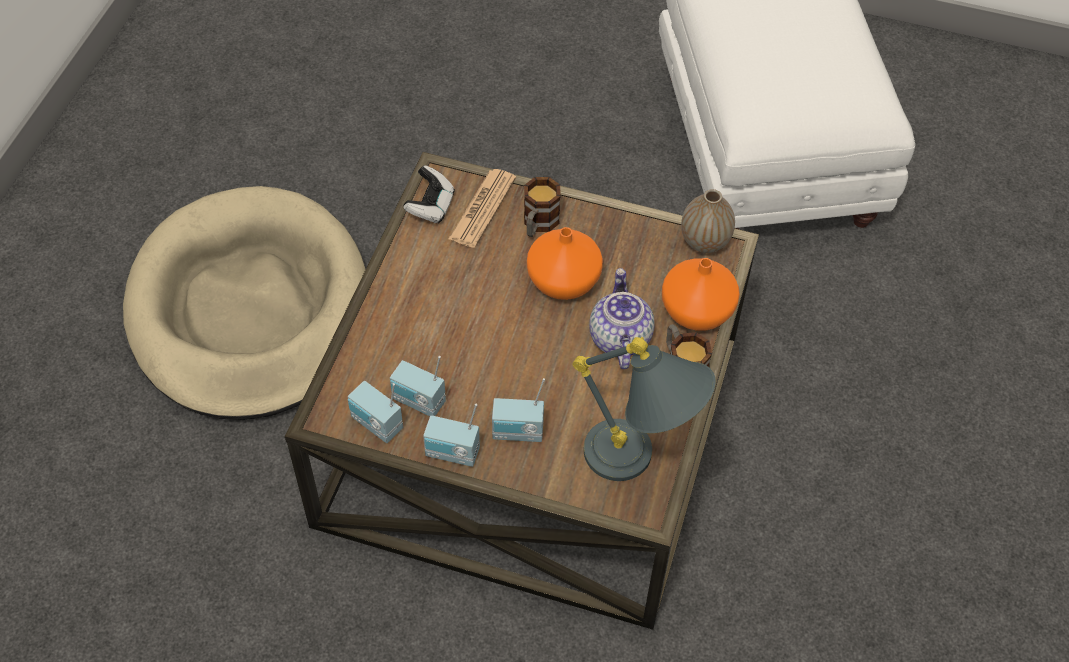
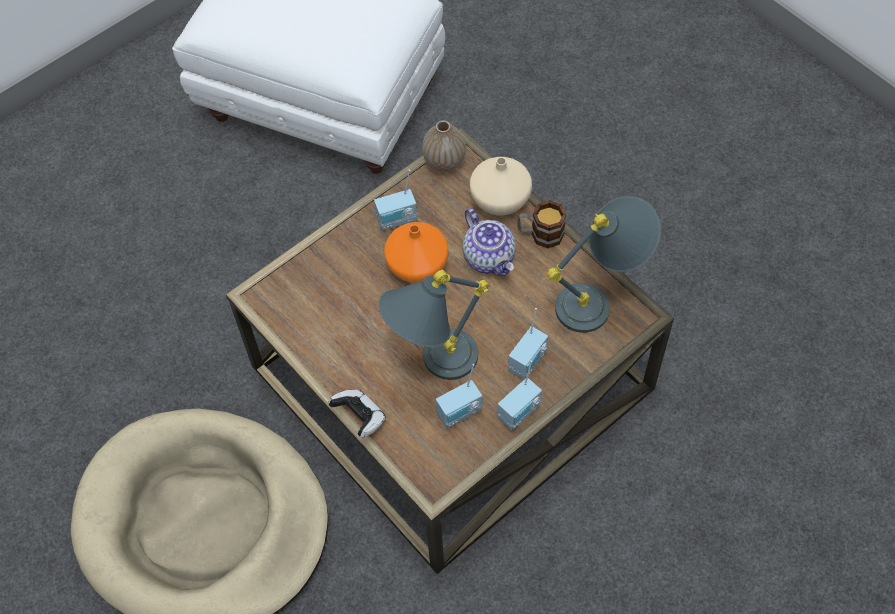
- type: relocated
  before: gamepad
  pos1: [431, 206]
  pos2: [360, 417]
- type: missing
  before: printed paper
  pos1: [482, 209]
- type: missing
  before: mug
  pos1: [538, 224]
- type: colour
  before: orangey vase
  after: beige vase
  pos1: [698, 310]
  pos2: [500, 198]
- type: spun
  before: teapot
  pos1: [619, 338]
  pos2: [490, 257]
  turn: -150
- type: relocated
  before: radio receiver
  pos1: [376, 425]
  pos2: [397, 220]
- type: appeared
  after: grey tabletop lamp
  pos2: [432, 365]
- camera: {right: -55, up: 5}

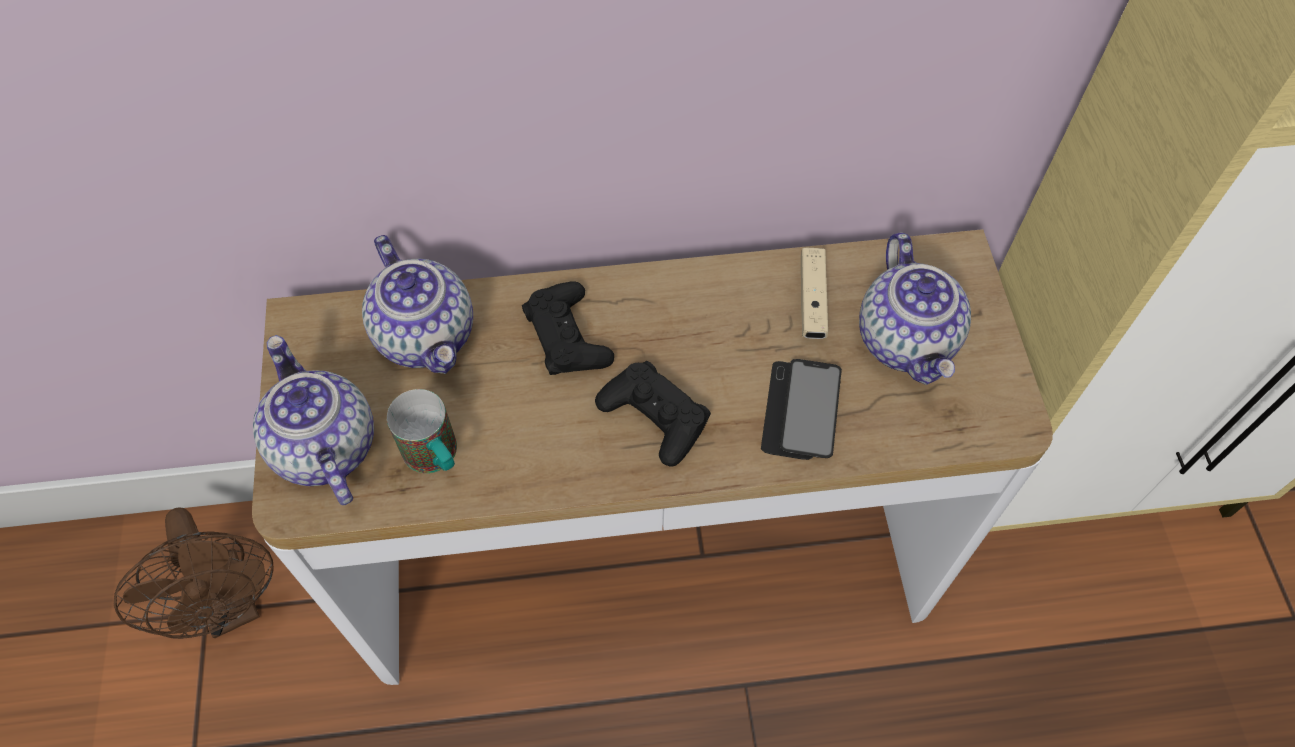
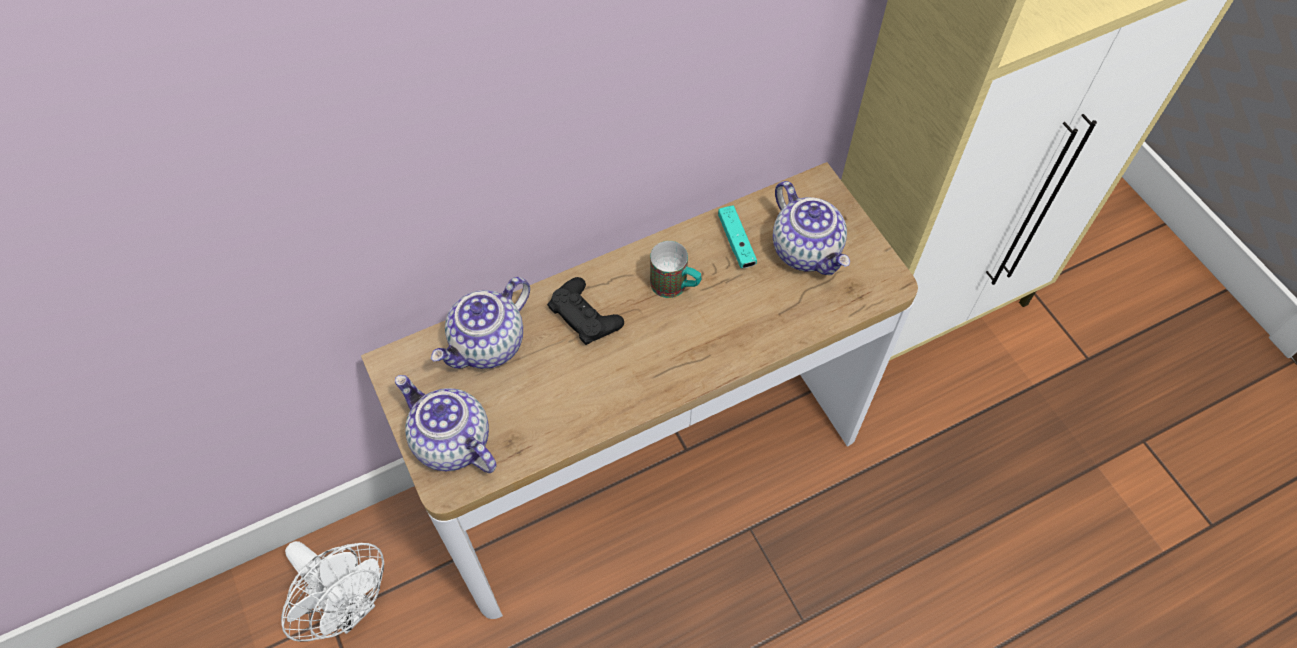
- type: spun
  before: teapot
  pos1: [427, 335]
  pos2: [488, 345]
  turn: 90
- type: colour
  before: beige gamepad
  after: turquoise-coloured gamepad
  pos1: [812, 300]
  pos2: [736, 242]
- type: missing
  before: phone
  pos1: [801, 411]
- type: missing
  before: blackish gamepad
  pos1: [654, 416]
- type: relocated
  before: mug
  pos1: [436, 458]
  pos2: [675, 286]
- type: colour
  before: brown cooling fan
  after: white cooling fan
  pos1: [232, 606]
  pos2: [349, 606]
- camera: {right: -20, up: 0}

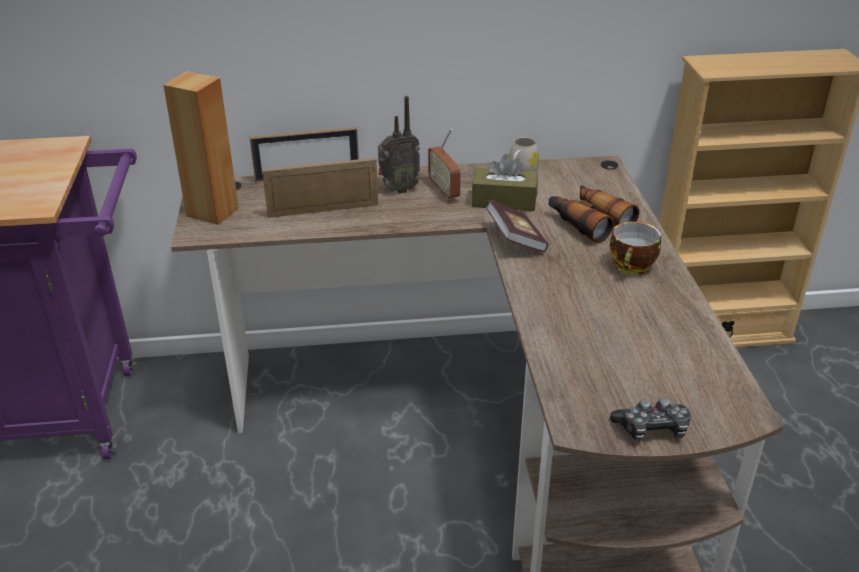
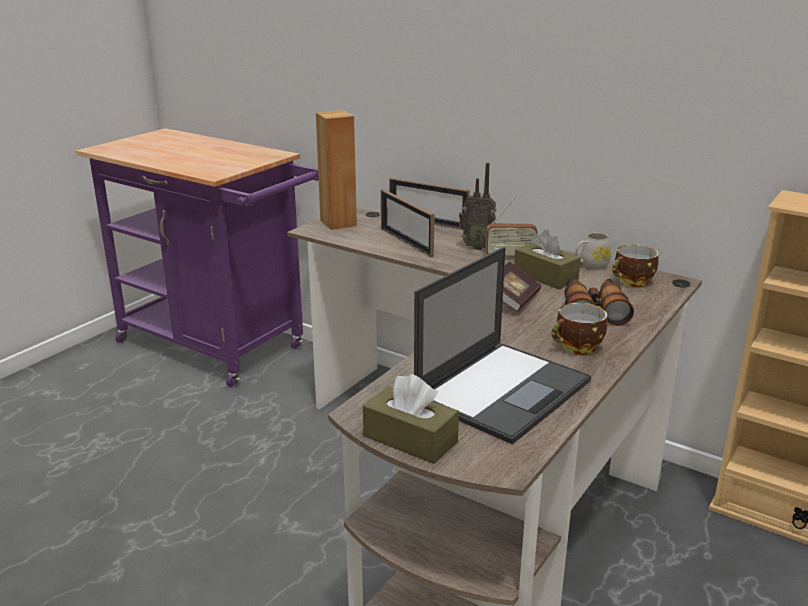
- type: spun
  before: radio receiver
  pos1: [444, 190]
  pos2: [510, 257]
  turn: -105
- type: spun
  before: photo frame
  pos1: [323, 210]
  pos2: [406, 242]
  turn: -150
- type: exchanged
  before: gamepad
  after: brown tissue box
  pos1: [652, 429]
  pos2: [410, 439]
- type: appeared
  after: cup
  pos2: [632, 282]
- type: appeared
  after: laptop
  pos2: [503, 389]
- camera: {right: 40, up: -10}

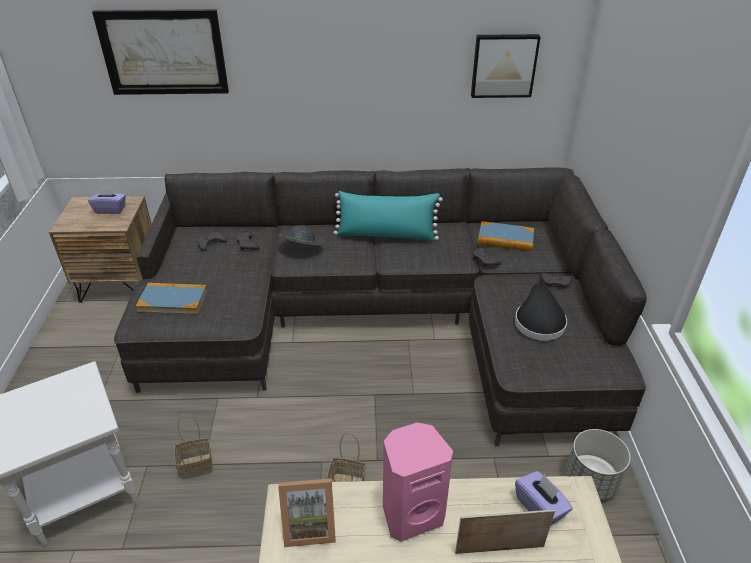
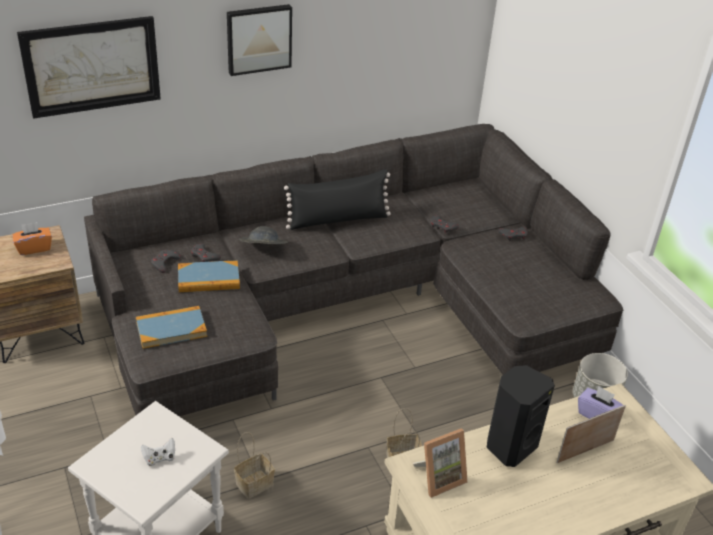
- type: relocated
  before: wall art
  pos1: [503, 65]
  pos2: [258, 38]
- type: colour
  before: purplish tissue box
  after: orangey tissue box
  pos1: [110, 209]
  pos2: [34, 248]
- type: colour
  before: turquoise-coloured pillow
  after: blackish pillow
  pos1: [386, 235]
  pos2: [338, 220]
- type: relocated
  before: bound book
  pos1: [505, 239]
  pos2: [208, 279]
- type: missing
  before: blackish hat
  pos1: [538, 321]
- type: colour
  before: pink-coloured loudspeaker
  after: blackish loudspeaker
  pos1: [411, 513]
  pos2: [509, 446]
- type: appeared
  after: white gamepad
  pos2: [159, 458]
- camera: {right: -25, up: 0}

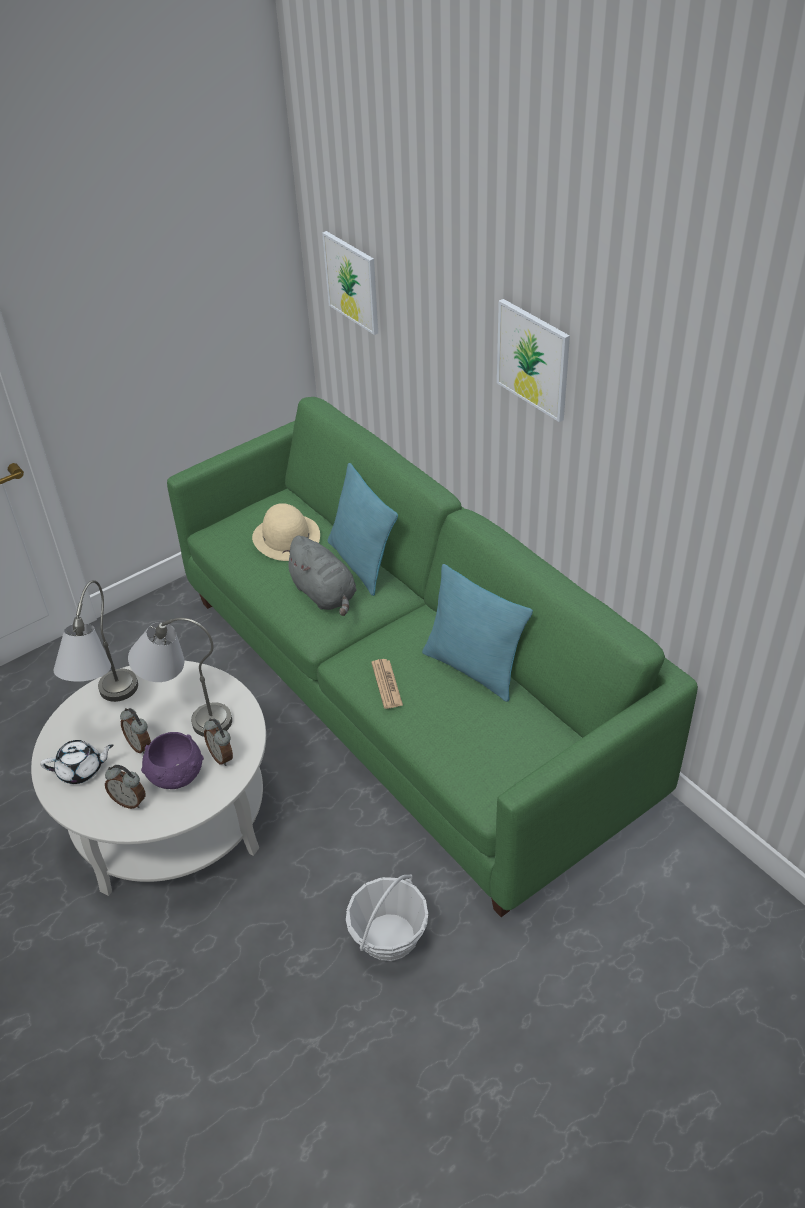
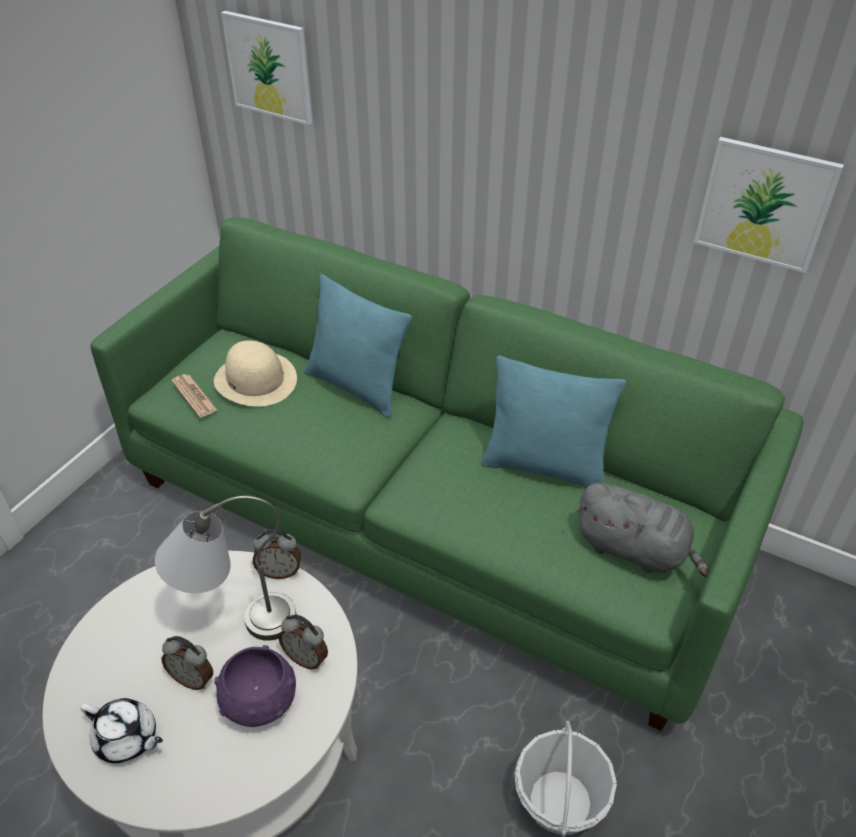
- type: relocated
  before: wall art
  pos1: [533, 359]
  pos2: [764, 204]
- type: relocated
  before: grey plush toy
  pos1: [325, 594]
  pos2: [635, 550]
- type: missing
  before: grey tabletop lamp
  pos1: [107, 707]
- type: relocated
  before: printed paper
  pos1: [387, 684]
  pos2: [194, 396]
- type: spun
  before: white teapot
  pos1: [81, 770]
  pos2: [127, 739]
  turn: 60
- type: relocated
  before: bedside clock
  pos1: [130, 801]
  pos2: [280, 571]
- camera: {right: -25, up: 0}

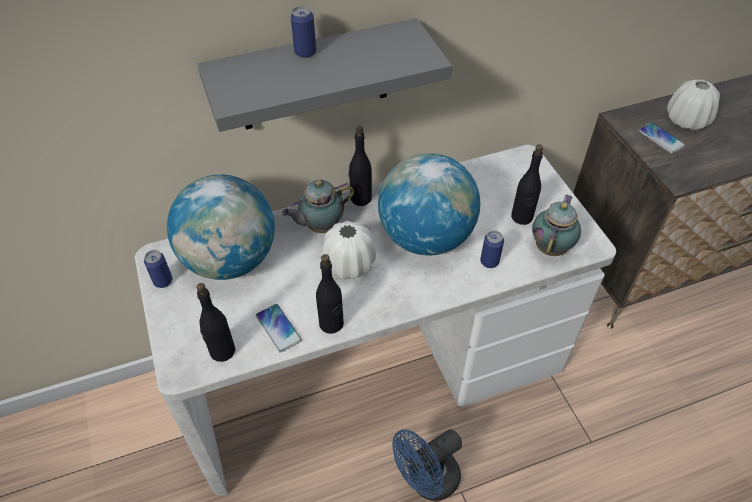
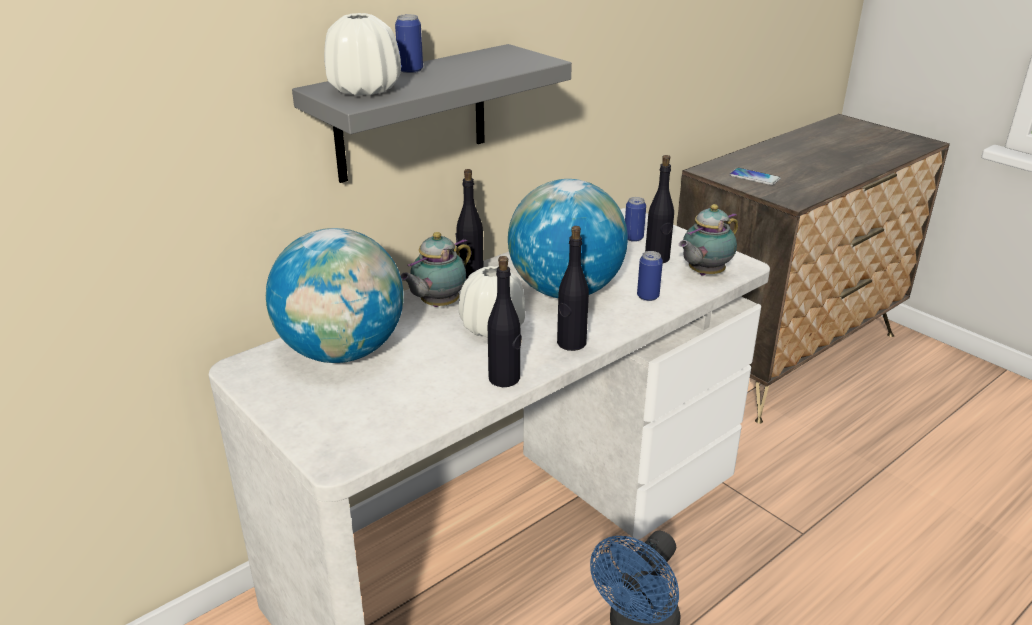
- type: relocated
  before: white vase
  pos1: [686, 121]
  pos2: [364, 90]
- type: spun
  before: teapot
  pos1: [551, 247]
  pos2: [703, 274]
  turn: -135
- type: relocated
  before: can
  pos1: [163, 281]
  pos2: [633, 238]
- type: relocated
  before: blackish drink bottle
  pos1: [222, 351]
  pos2: [571, 343]
- type: missing
  before: phone
  pos1: [278, 328]
- camera: {right: -20, up: -20}

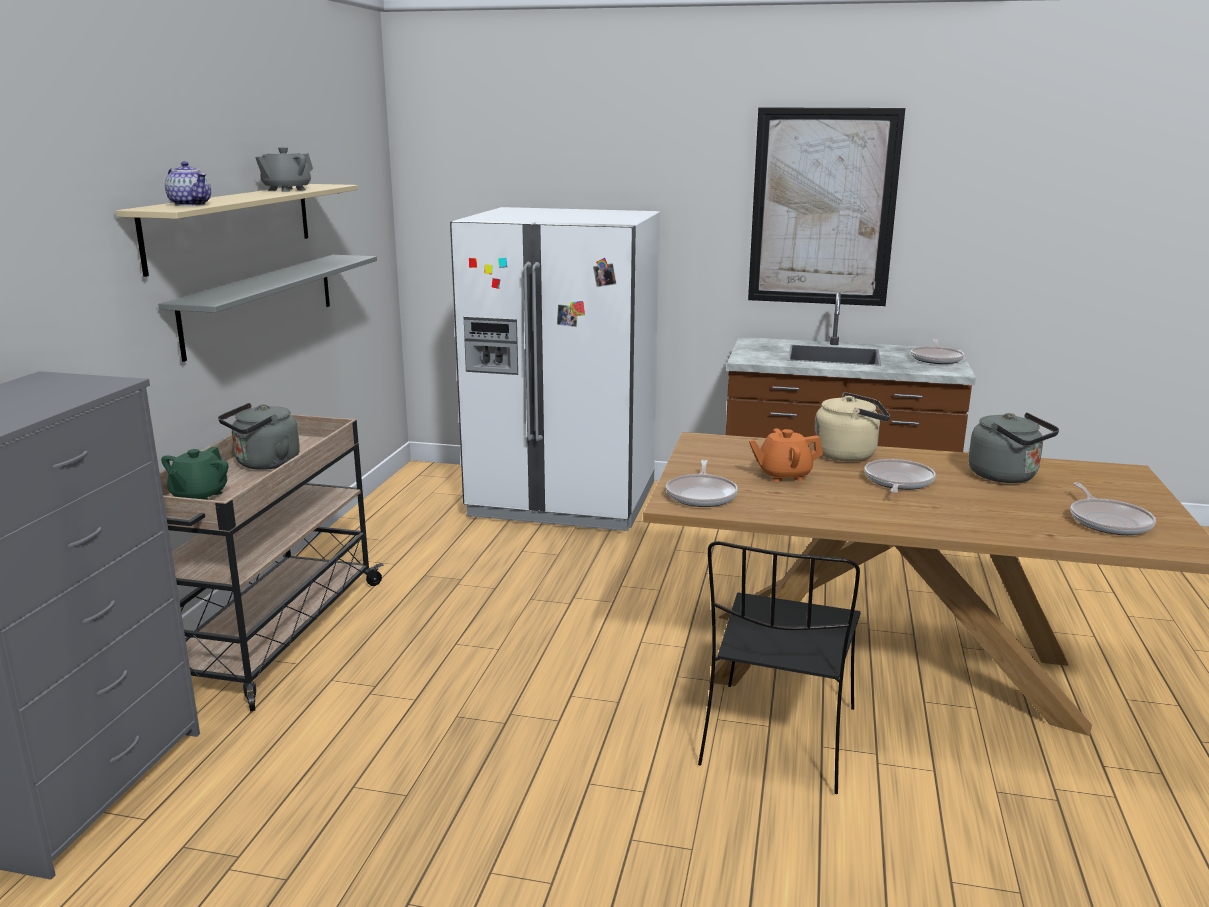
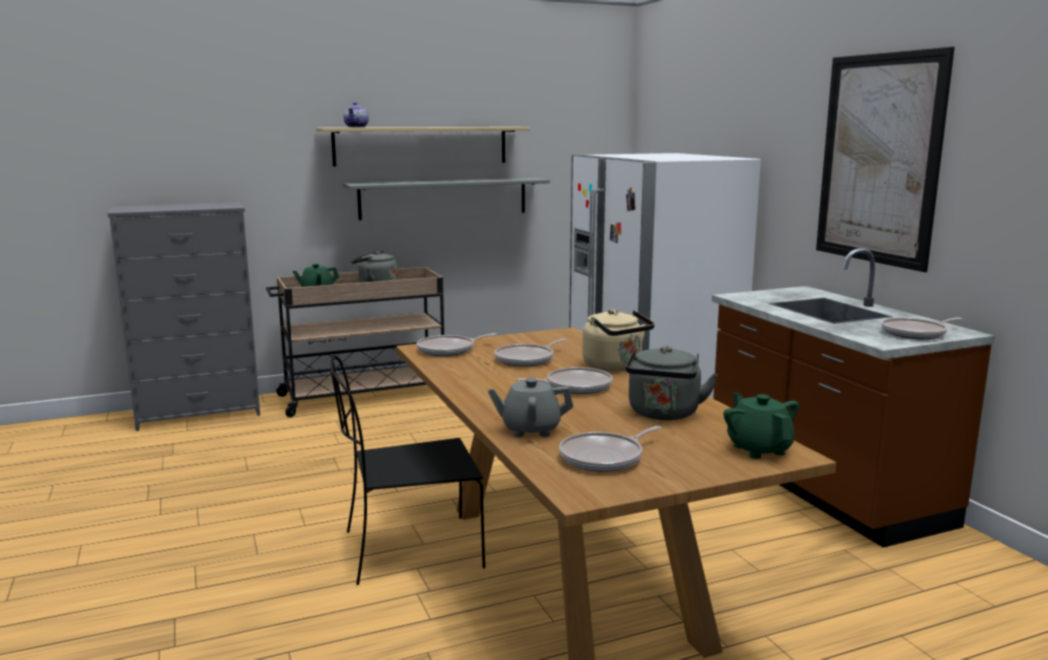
- type: relocated
  before: grey teapot
  pos1: [286, 190]
  pos2: [530, 430]
- type: exchanged
  before: orangey teapot
  after: skillet
  pos1: [783, 475]
  pos2: [527, 359]
- type: appeared
  after: green-coloured teapot
  pos2: [758, 449]
- camera: {right: 55, up: -5}

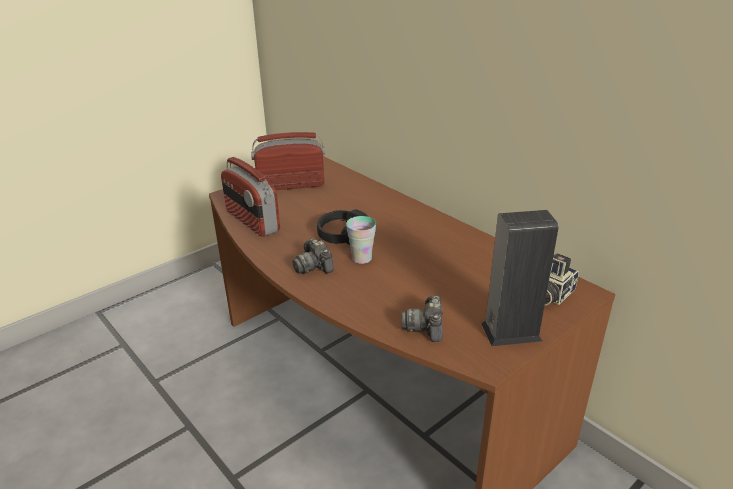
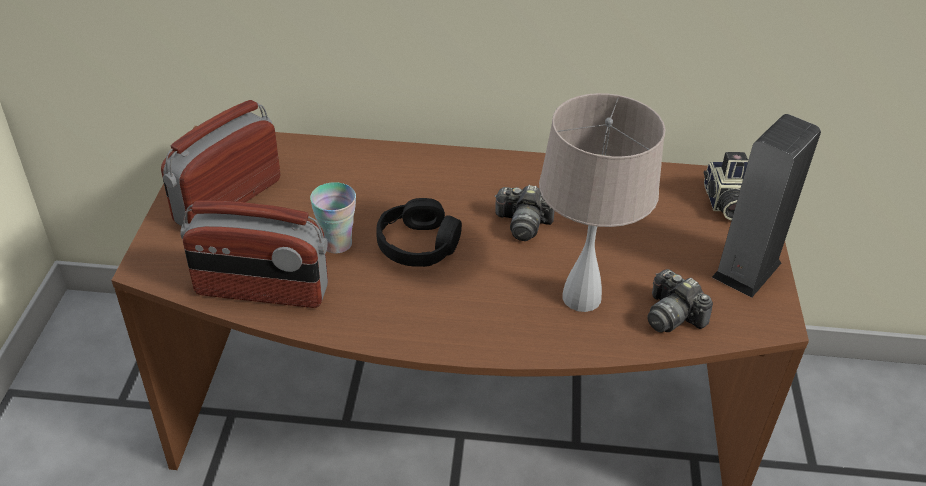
- type: relocated
  before: cup
  pos1: [361, 258]
  pos2: [337, 244]
- type: relocated
  before: still camera
  pos1: [313, 267]
  pos2: [523, 224]
- type: appeared
  after: beige tabletop lamp
  pos2: [582, 297]
- camera: {right: -45, up: 10}

